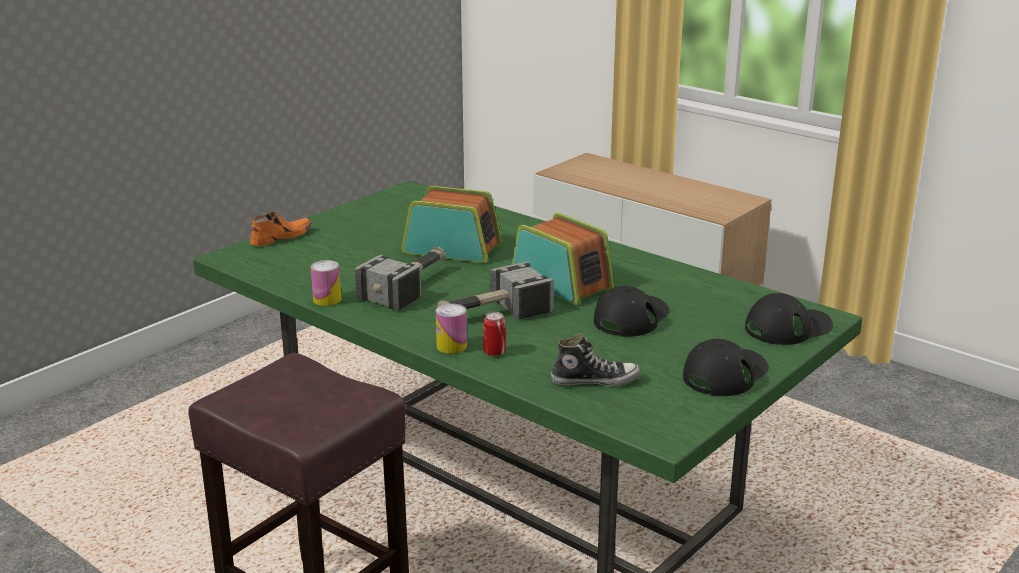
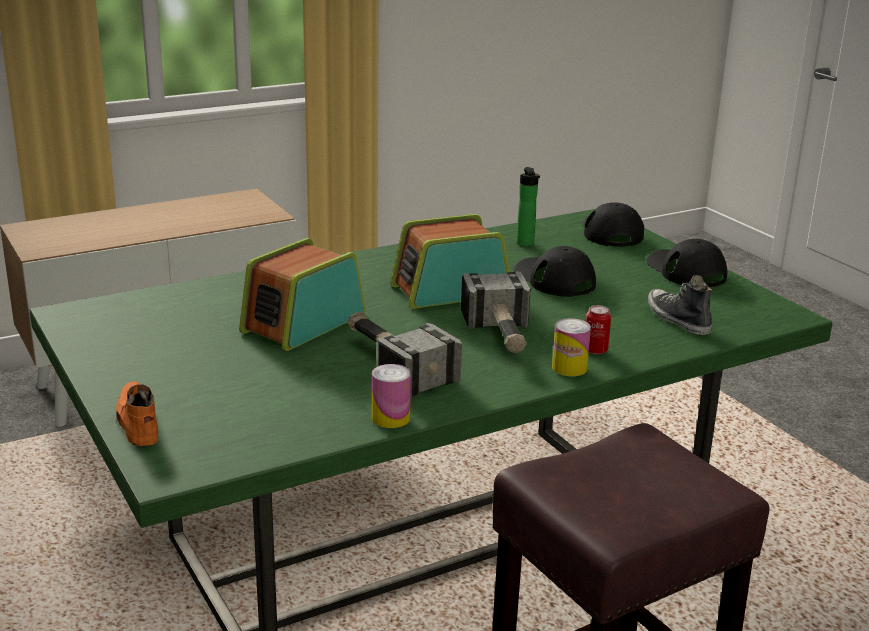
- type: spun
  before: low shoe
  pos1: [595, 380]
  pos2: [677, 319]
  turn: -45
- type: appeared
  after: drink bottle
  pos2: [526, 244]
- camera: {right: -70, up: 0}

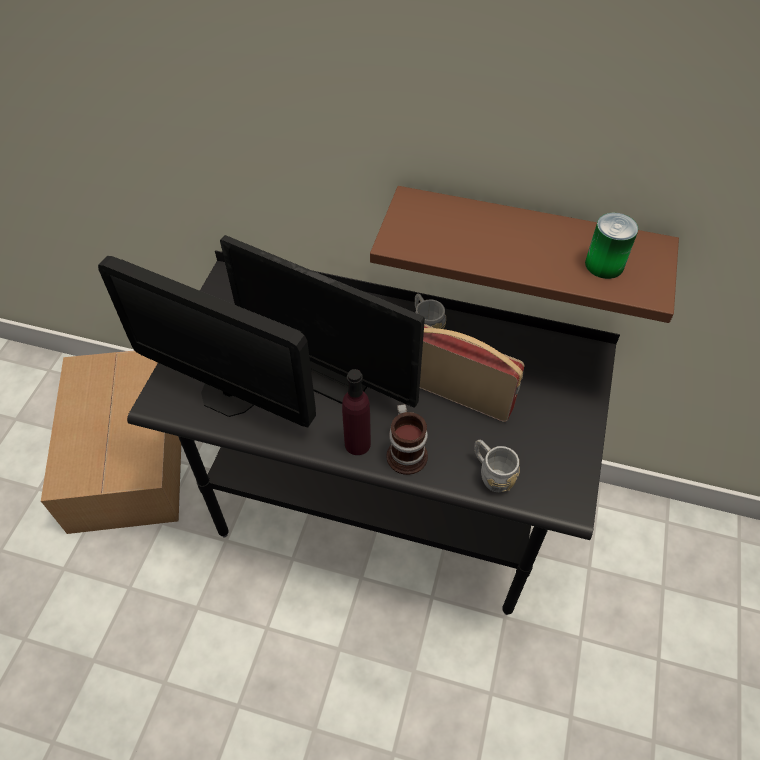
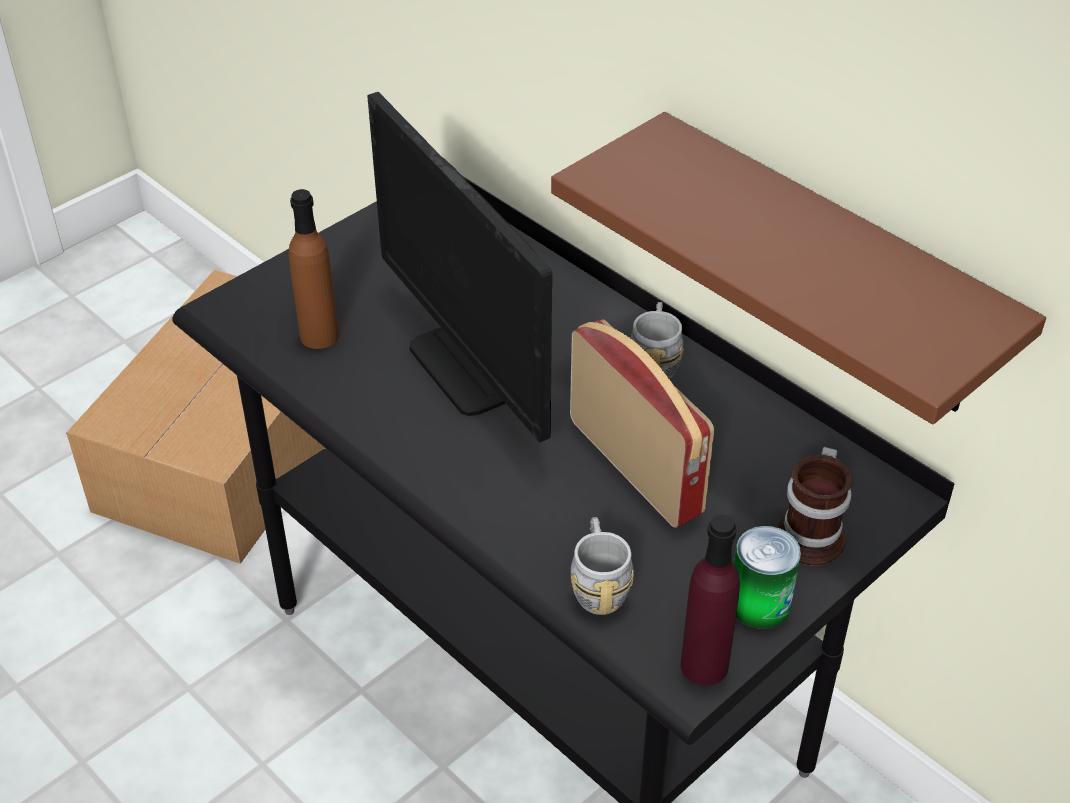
- type: relocated
  before: can
  pos1: [604, 264]
  pos2: [759, 603]
- type: exchanged
  before: monitor
  after: brown drink bottle
  pos1: [230, 393]
  pos2: [319, 335]
- type: relocated
  before: purplish drink bottle
  pos1: [357, 443]
  pos2: [704, 665]
- type: relocated
  before: mug
  pos1: [407, 452]
  pos2: [814, 534]
- camera: {right: 30, up: -10}

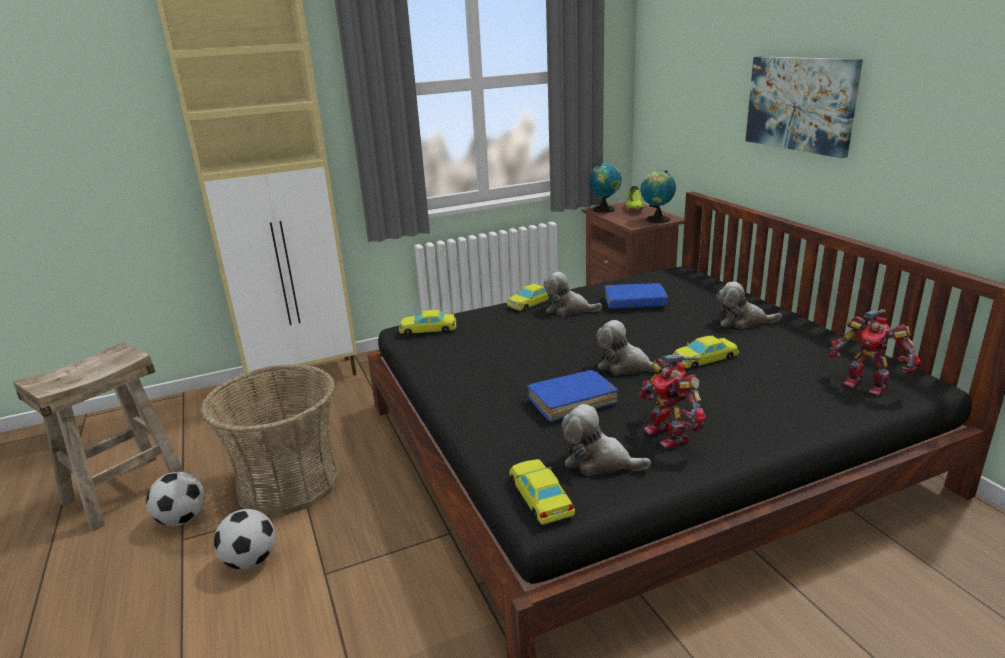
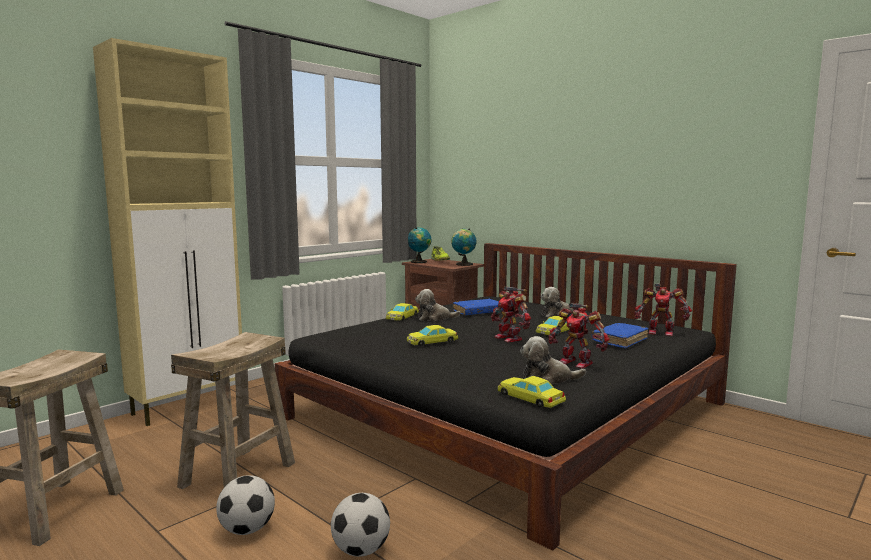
- type: missing
  before: wall art
  pos1: [800, 104]
- type: relocated
  before: yellow toy car
  pos1: [428, 329]
  pos2: [432, 341]
- type: exchanged
  before: plush toy
  after: model robot
  pos1: [625, 366]
  pos2: [510, 338]
- type: exchanged
  before: household basket
  after: beige stool
  pos1: [289, 483]
  pos2: [238, 474]
- type: relocated
  before: bluish bound book
  pos1: [572, 402]
  pos2: [620, 341]
- type: relocated
  before: ball for football
  pos1: [182, 519]
  pos2: [361, 550]
- camera: {right: -25, up: -15}

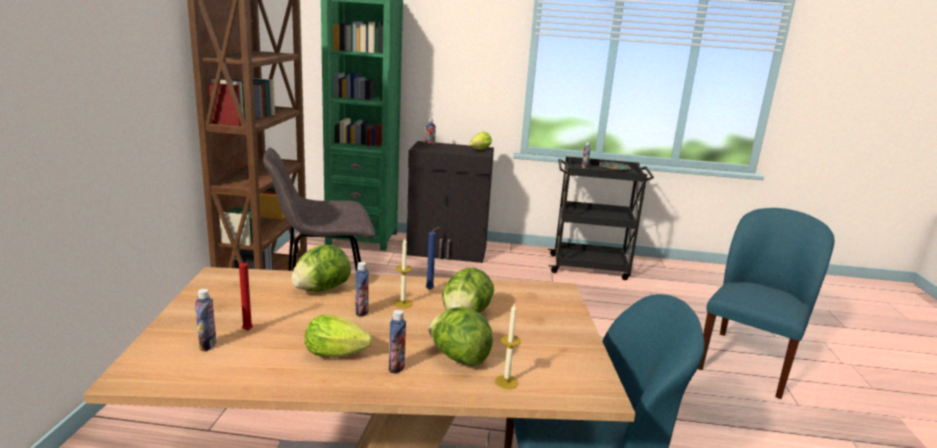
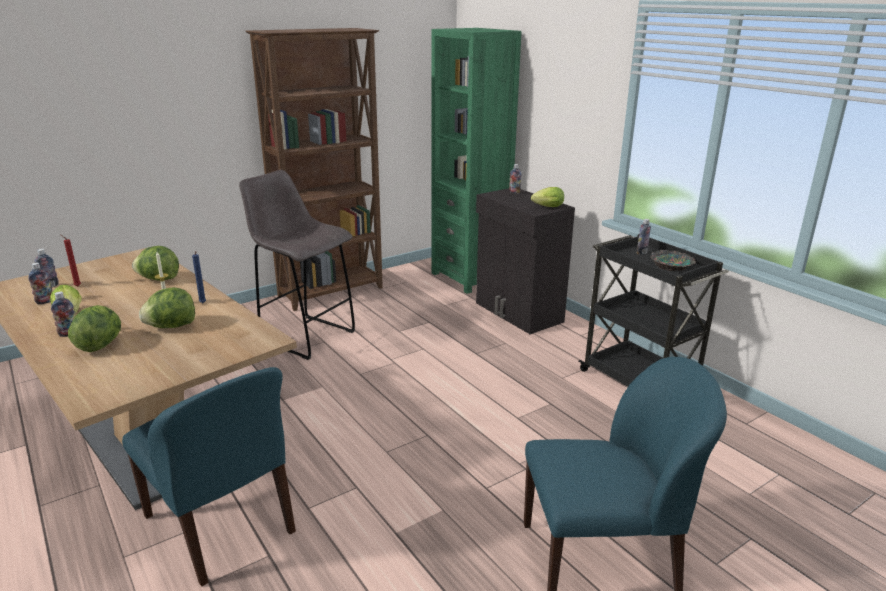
- type: relocated
  before: drink bottle
  pos1: [361, 312]
  pos2: [45, 301]
- type: missing
  before: wax candle
  pos1: [506, 382]
- camera: {right: 50, up: 5}

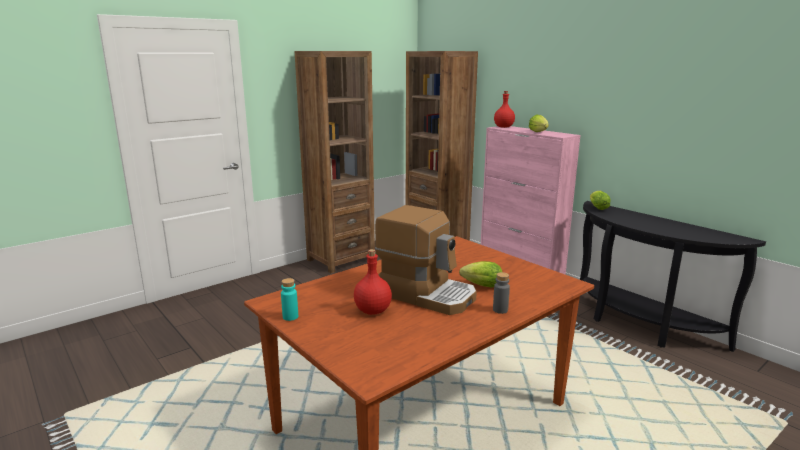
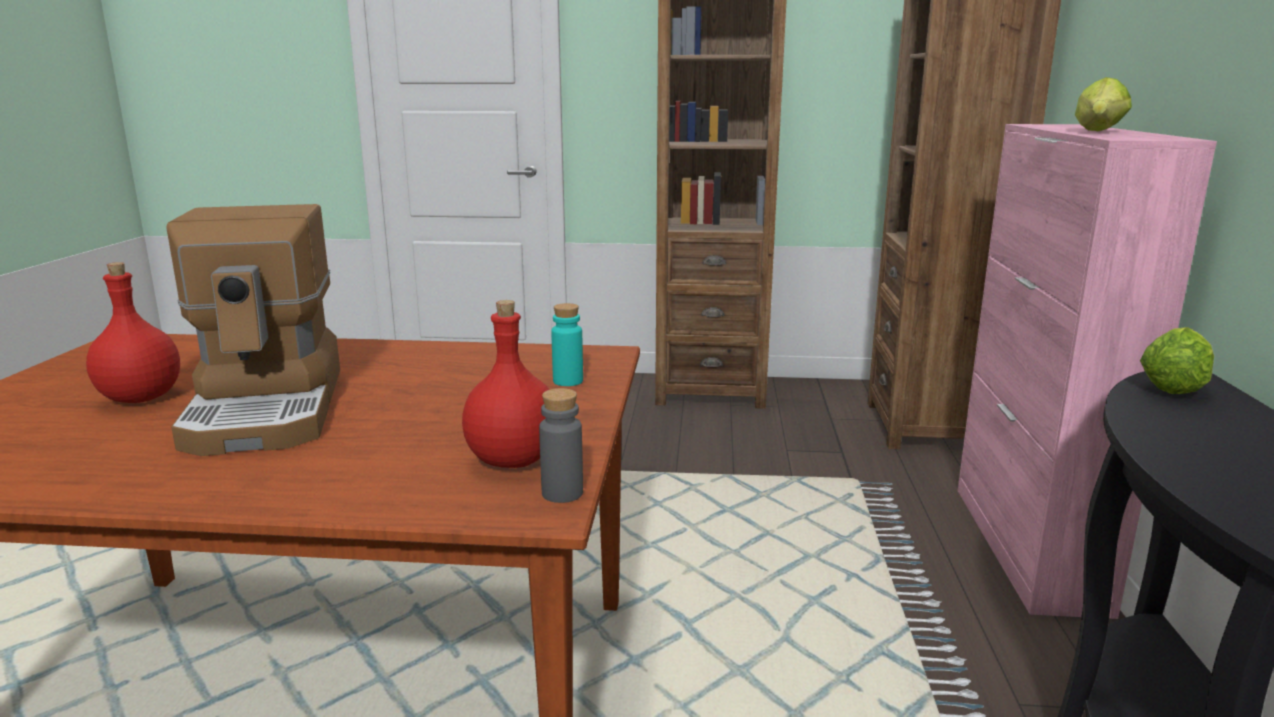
- type: relocated
  before: red-coloured drink bottle
  pos1: [503, 127]
  pos2: [514, 459]
- type: missing
  before: lettuce head
  pos1: [479, 285]
- type: relocated
  before: grey drink bottle
  pos1: [500, 310]
  pos2: [562, 493]
- type: relocated
  before: turquoise-coloured drink bottle
  pos1: [290, 317]
  pos2: [568, 381]
- camera: {right: 45, up: 0}

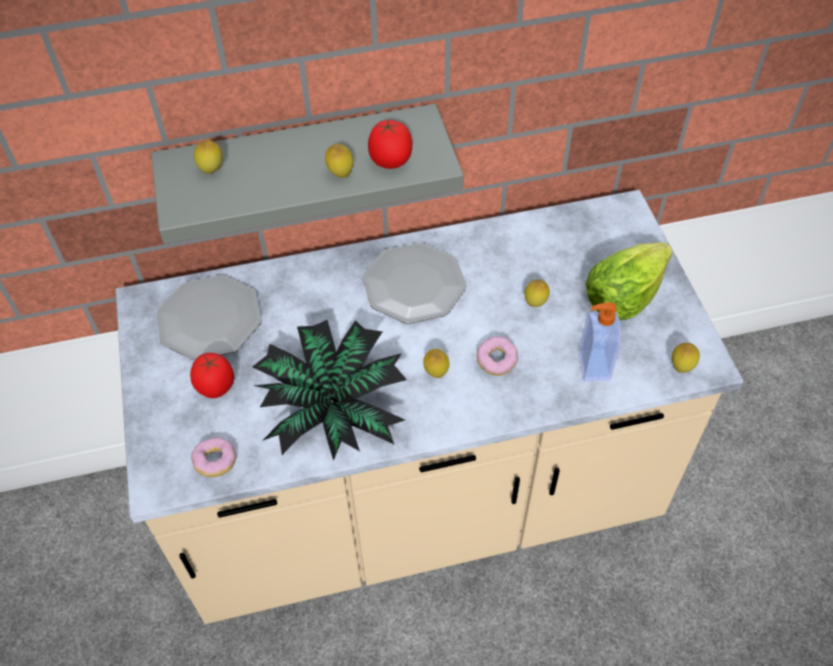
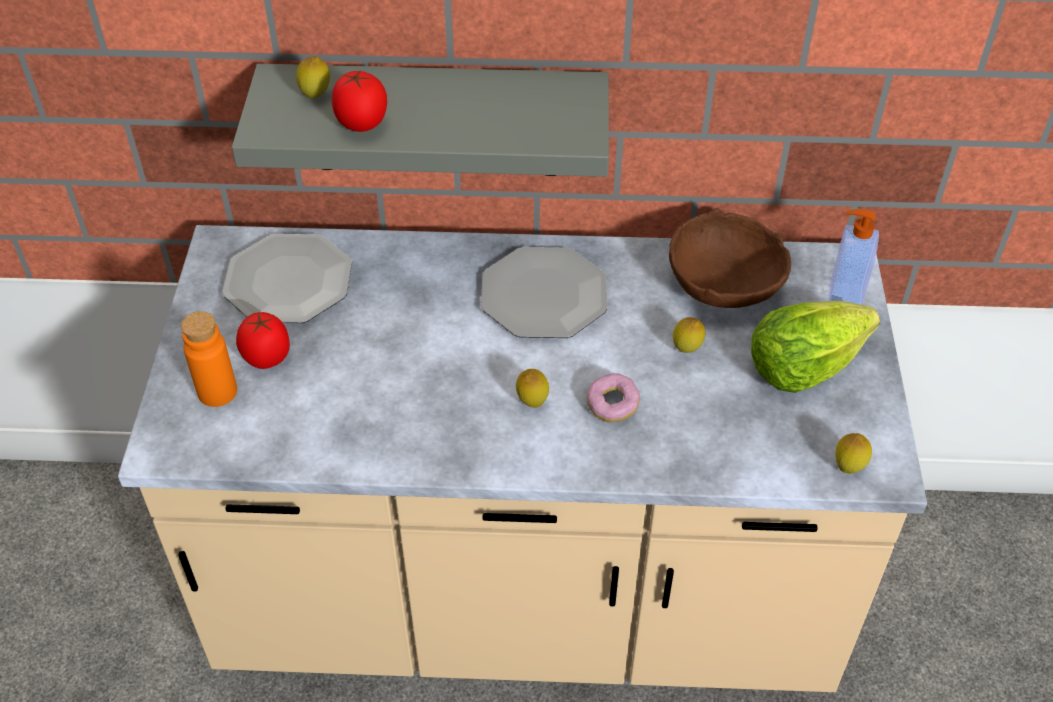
- type: relocated
  before: tomato
  pos1: [391, 162]
  pos2: [362, 125]
- type: missing
  before: lemon
  pos1: [340, 175]
- type: relocated
  before: liquid soap bottle
  pos1: [592, 366]
  pos2: [842, 299]
- type: missing
  before: potted plant
  pos1: [333, 408]
- type: missing
  before: doughnut
  pos1: [215, 462]
- type: appeared
  after: brown deep dish
  pos2: [724, 284]
- type: appeared
  after: orangey drink bottle
  pos2: [217, 392]
- camera: {right: 15, up: -5}

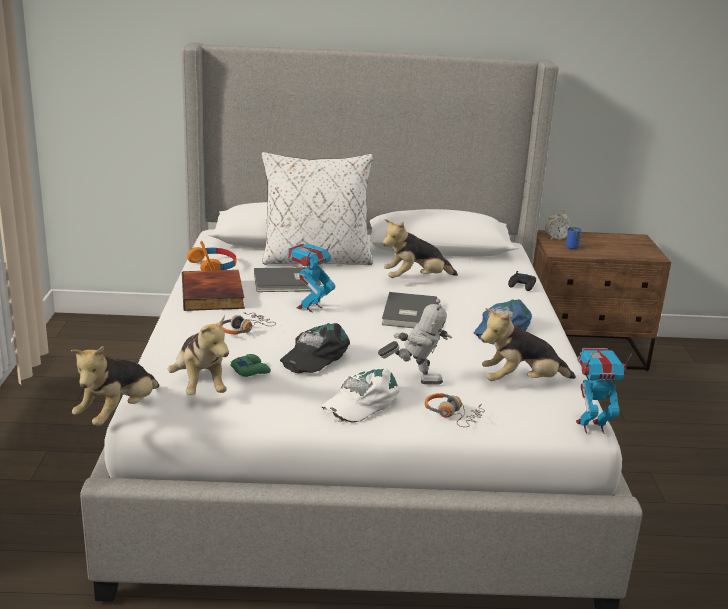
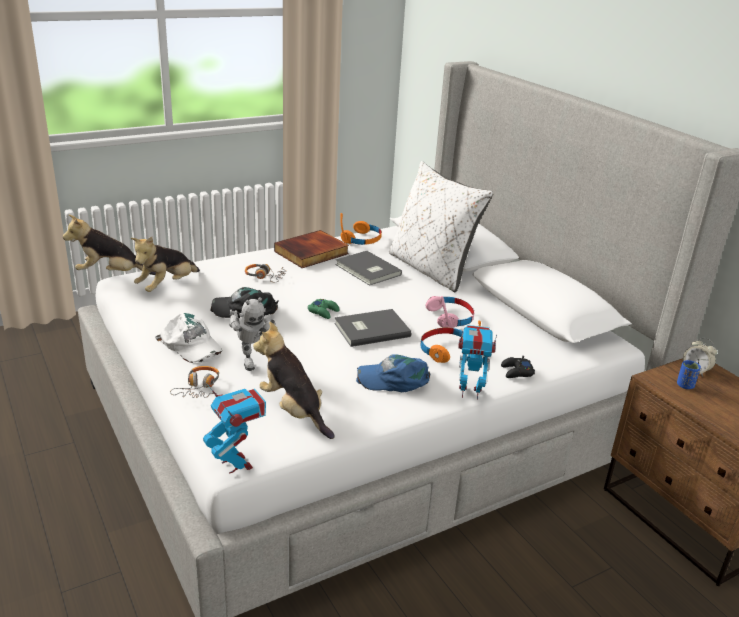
- type: exchanged
  before: plush toy
  after: pink-coloured headset
  pos1: [415, 280]
  pos2: [450, 318]
- type: relocated
  before: model robot
  pos1: [309, 307]
  pos2: [469, 392]
- type: relocated
  before: green-coloured gamepad
  pos1: [250, 370]
  pos2: [323, 312]
- type: spun
  before: white cap
  pos1: [360, 402]
  pos2: [190, 345]
  turn: -150
- type: appeared
  after: orangey headset
  pos2: [445, 350]
- camera: {right: 60, up: 5}

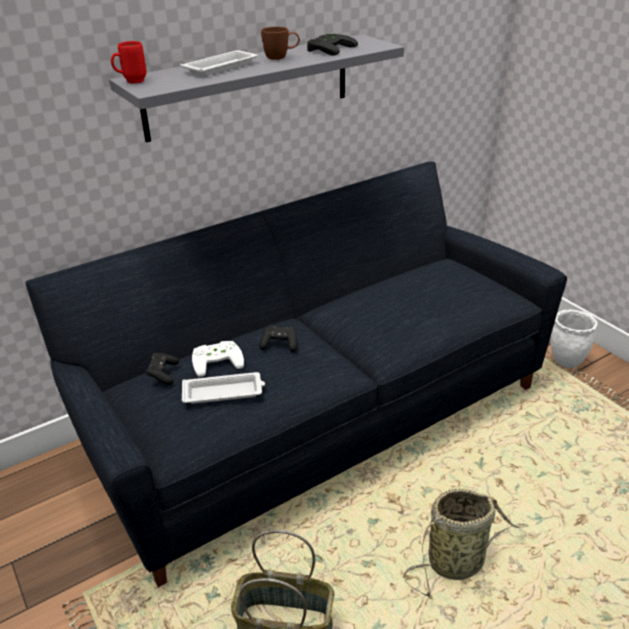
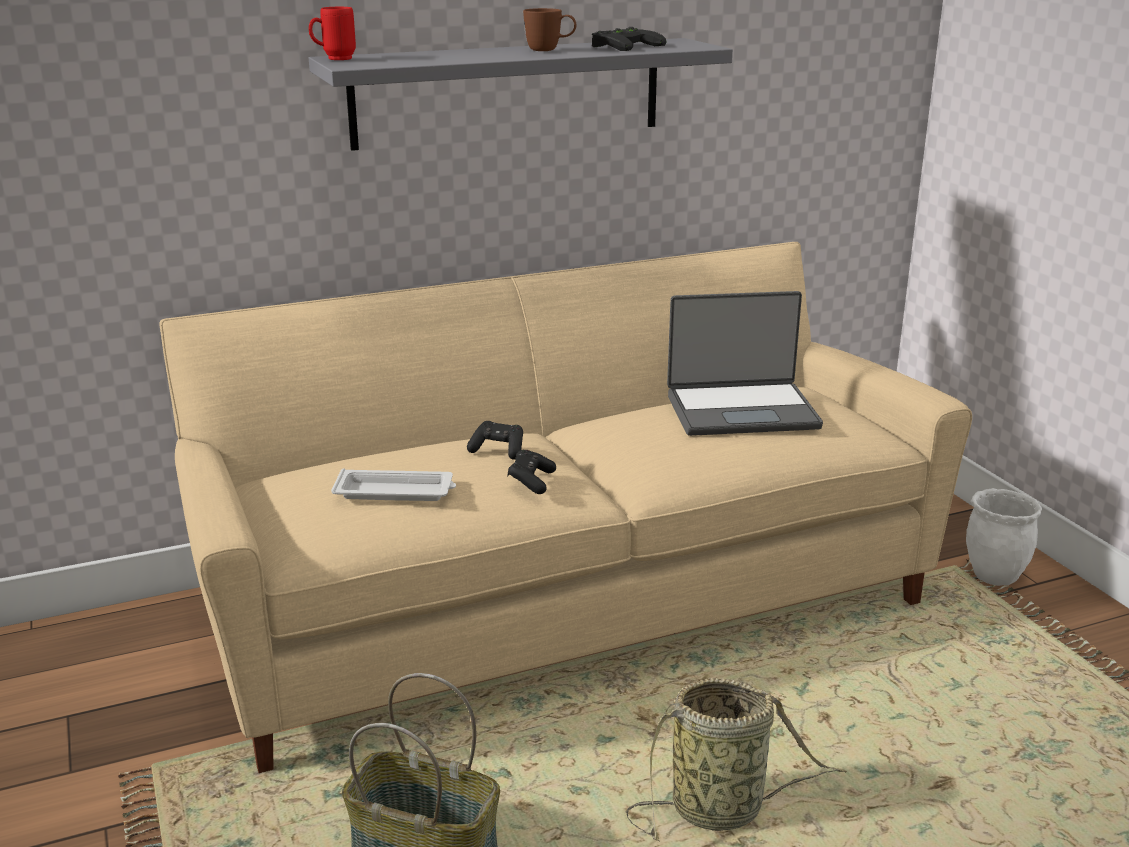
- type: missing
  before: white tray
  pos1: [222, 67]
- type: colour
  before: blackish couch
  after: beige couch
  pos1: [317, 417]
  pos2: [564, 601]
- type: missing
  before: white gamepad
  pos1: [217, 360]
- type: relocated
  before: blackish gamepad
  pos1: [163, 374]
  pos2: [531, 481]
- type: appeared
  after: laptop
  pos2: [741, 410]
- camera: {right: 10, up: -10}

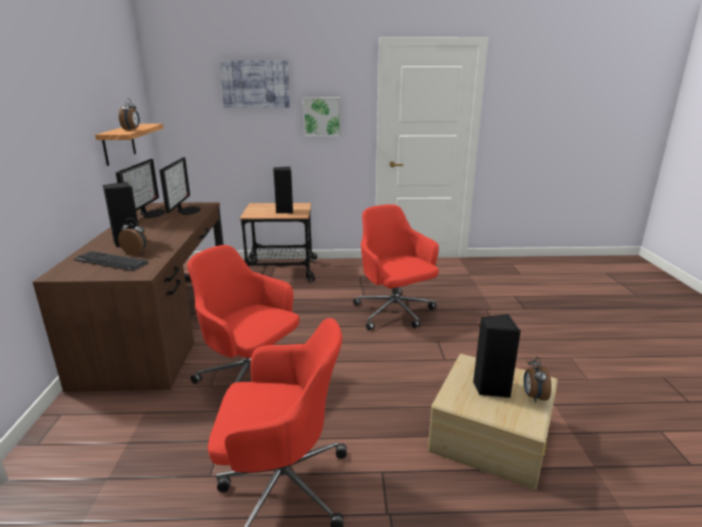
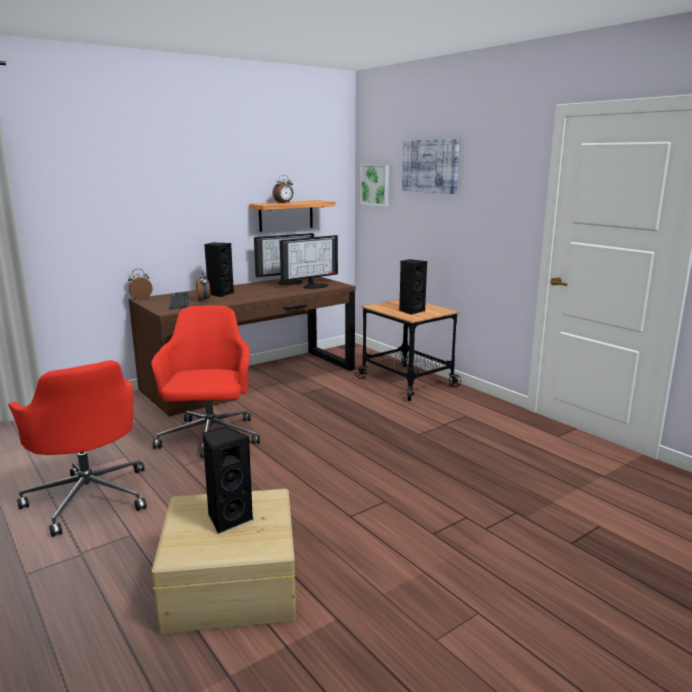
- type: relocated
  before: wall art
  pos1: [322, 116]
  pos2: [376, 185]
- type: missing
  before: red-coloured computer chair
  pos1: [394, 313]
- type: relocated
  before: bedside clock
  pos1: [533, 396]
  pos2: [140, 298]
- camera: {right: 55, up: -5}

